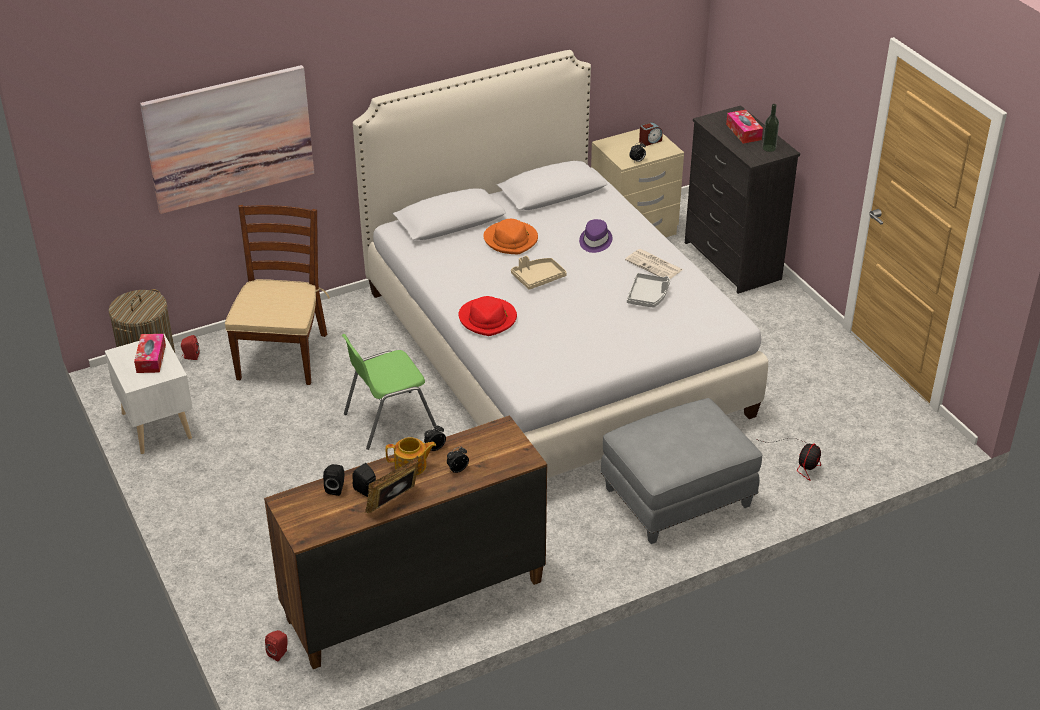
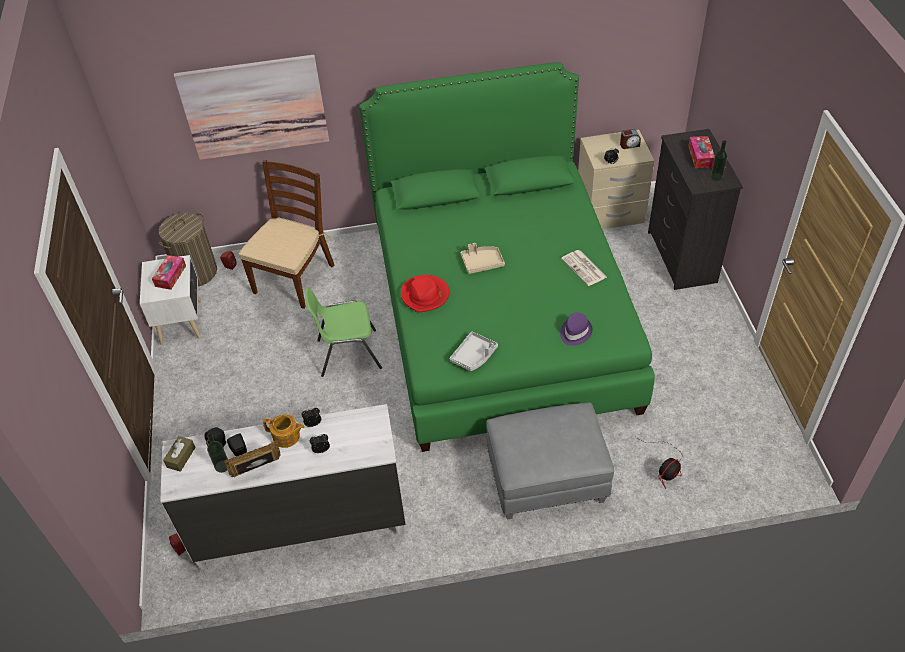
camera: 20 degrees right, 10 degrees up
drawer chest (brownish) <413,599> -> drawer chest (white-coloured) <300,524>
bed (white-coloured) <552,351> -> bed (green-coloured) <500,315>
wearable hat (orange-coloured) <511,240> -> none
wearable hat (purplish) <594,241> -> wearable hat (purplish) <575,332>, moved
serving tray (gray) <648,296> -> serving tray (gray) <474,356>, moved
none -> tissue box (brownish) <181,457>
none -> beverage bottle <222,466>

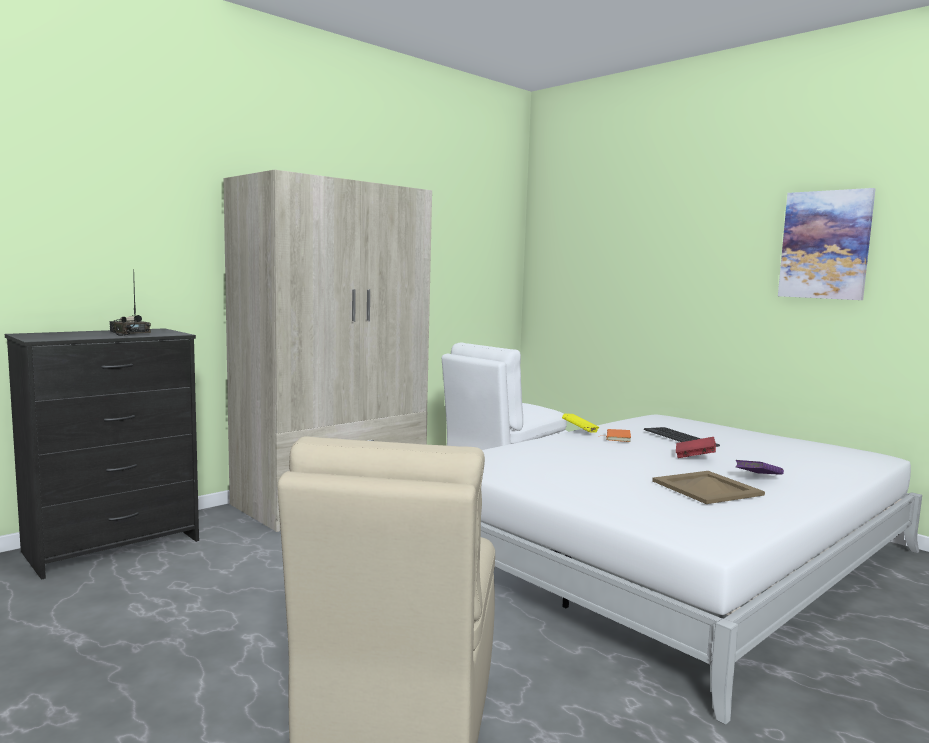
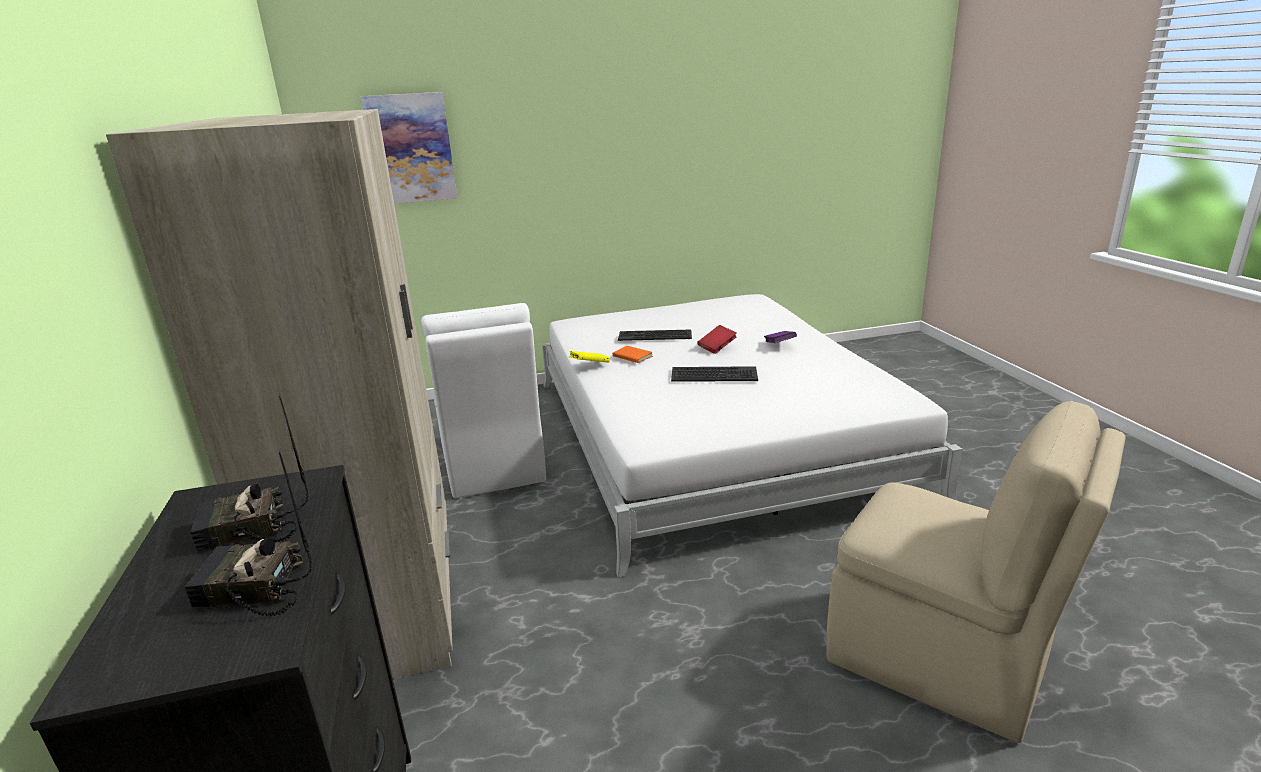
camera: 60 degrees left, 15 degrees up
serving tray (sand-coloured) <707,488> -> none
wall art <825,245> -> wall art <411,148>, moved
none -> radio <251,590>
none -> PC keyboard <714,375>

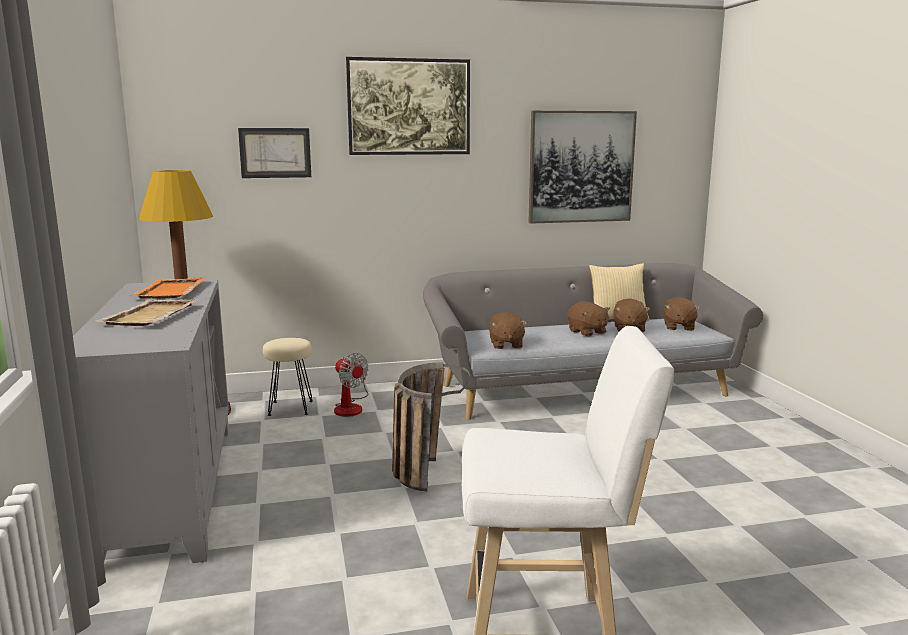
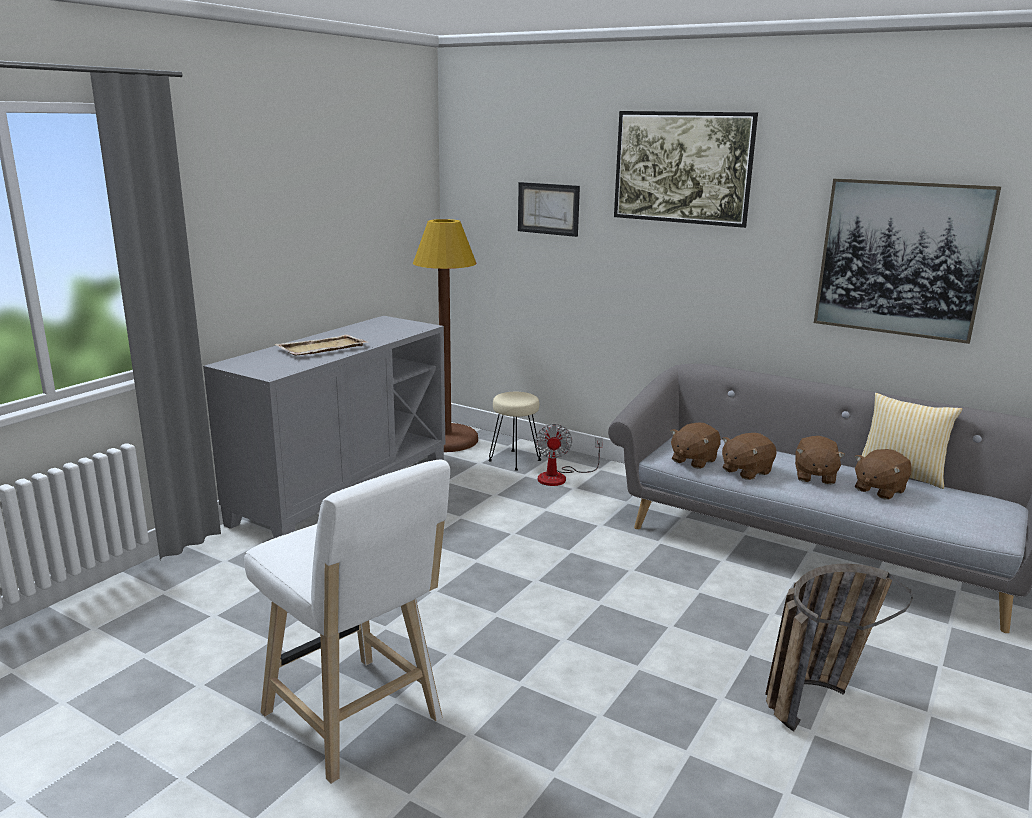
camera: 45 degrees right, 5 degrees up
serving tray (orange-coloured) <170,291> -> none
basket <422,468> -> basket <817,696>, moved
soft toy (brownish) <678,327> -> soft toy (brownish) <745,471>, moved

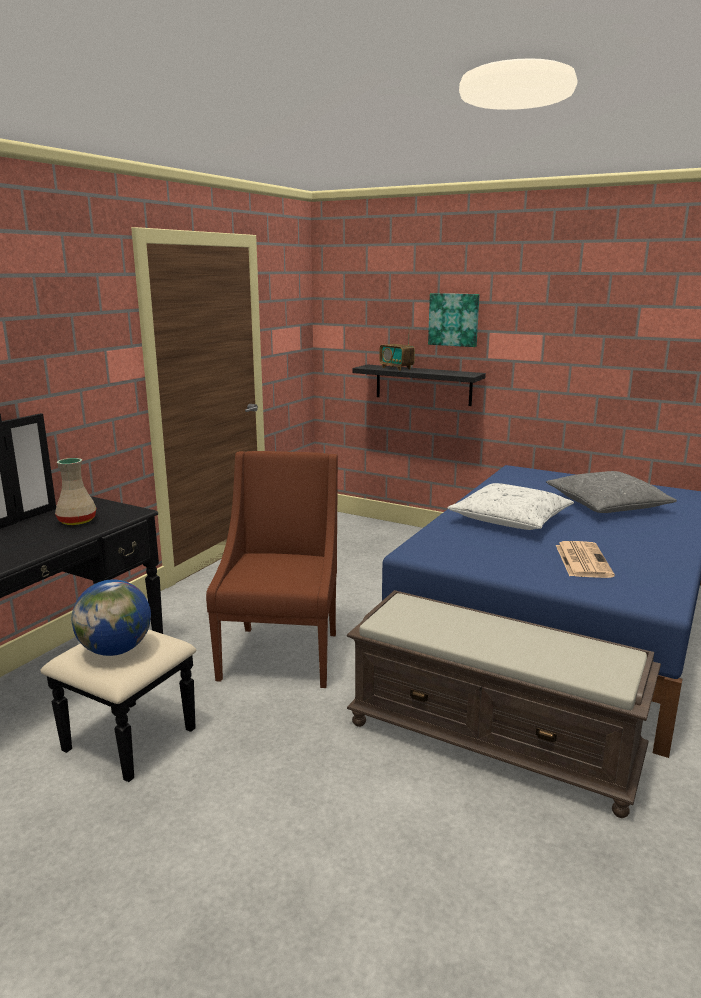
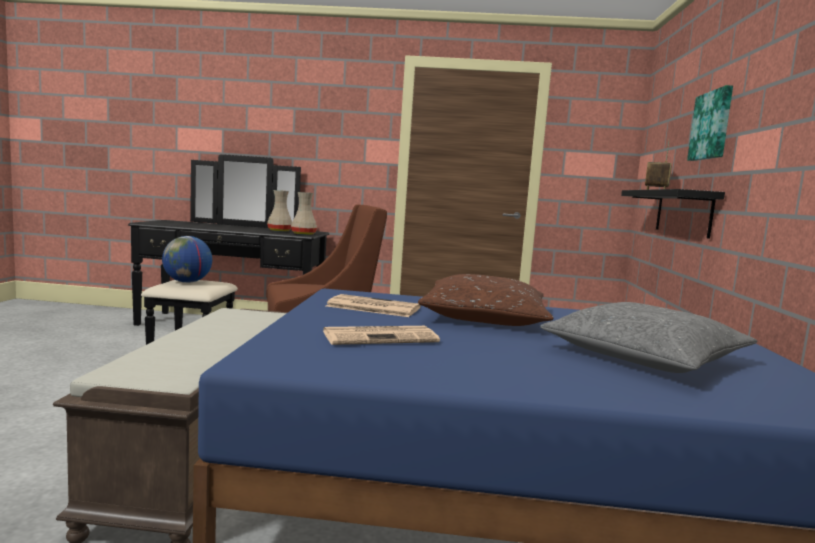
camera: 65 degrees right, 10 degrees down
cushion (white-coloured) <510,519> -> cushion (brownish) <484,317>
none -> flower vase (sand-coloured) <304,234>
none -> daily paper <372,307>

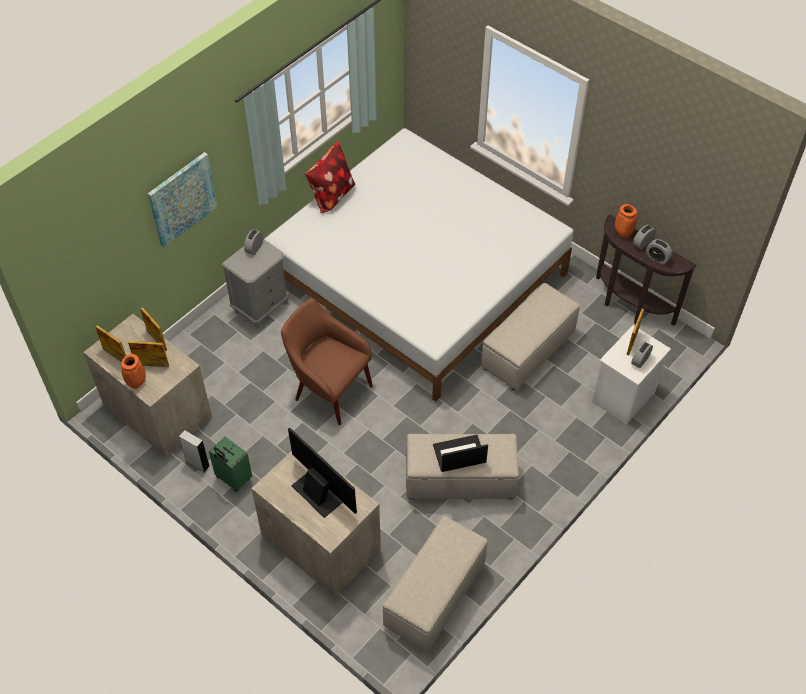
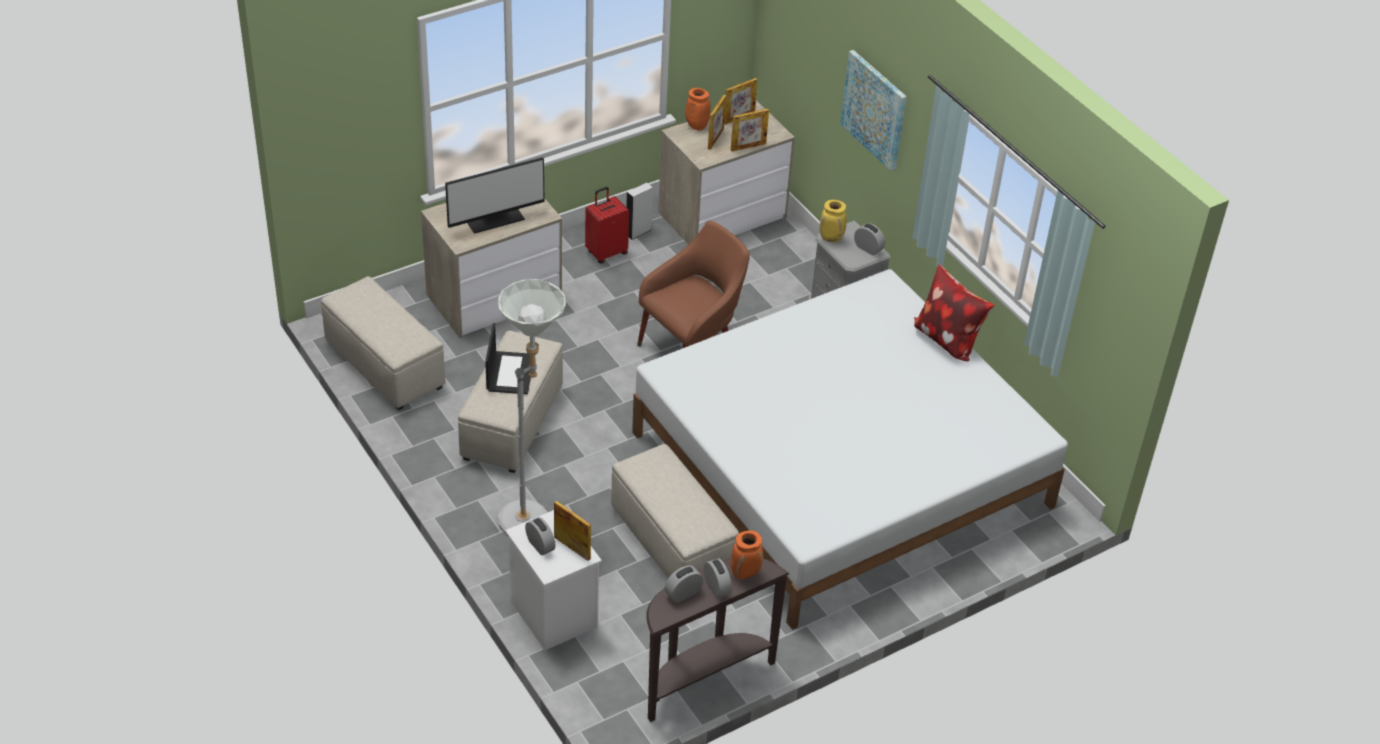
camera: 105 degrees right, 10 degrees down
piece of luggage (green-coloured) <233,479> -> piece of luggage (red-coloured) <606,252>
none -> standing lamp (gray) <531,514>
none -> flower vase (yellowish) <831,238>

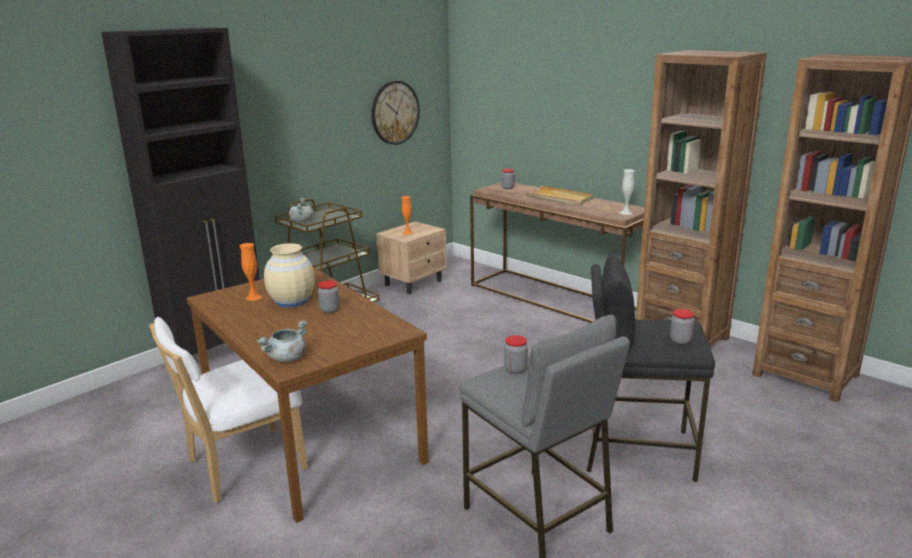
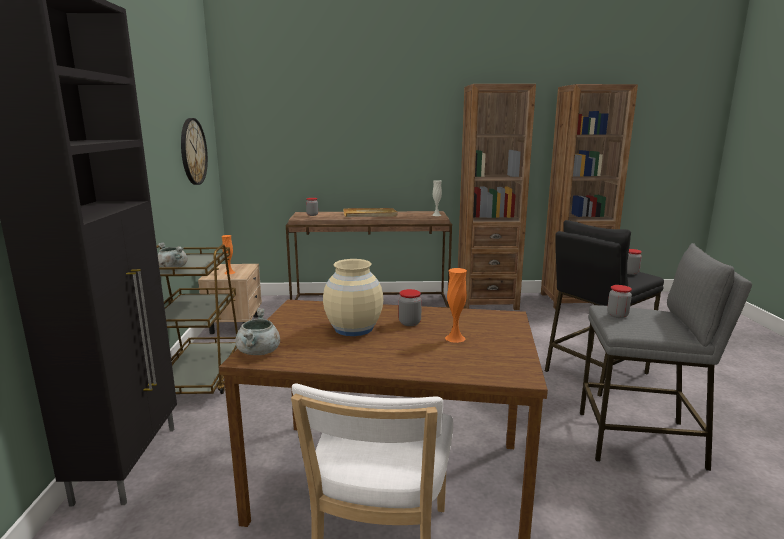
camera: 45 degrees left, 5 degrees down
flower vase (orange-coloured) <253,297> -> flower vase (orange-coloured) <455,338>, moved
cooking pot (gray) <287,358> -> cooking pot (gray) <259,352>, moved

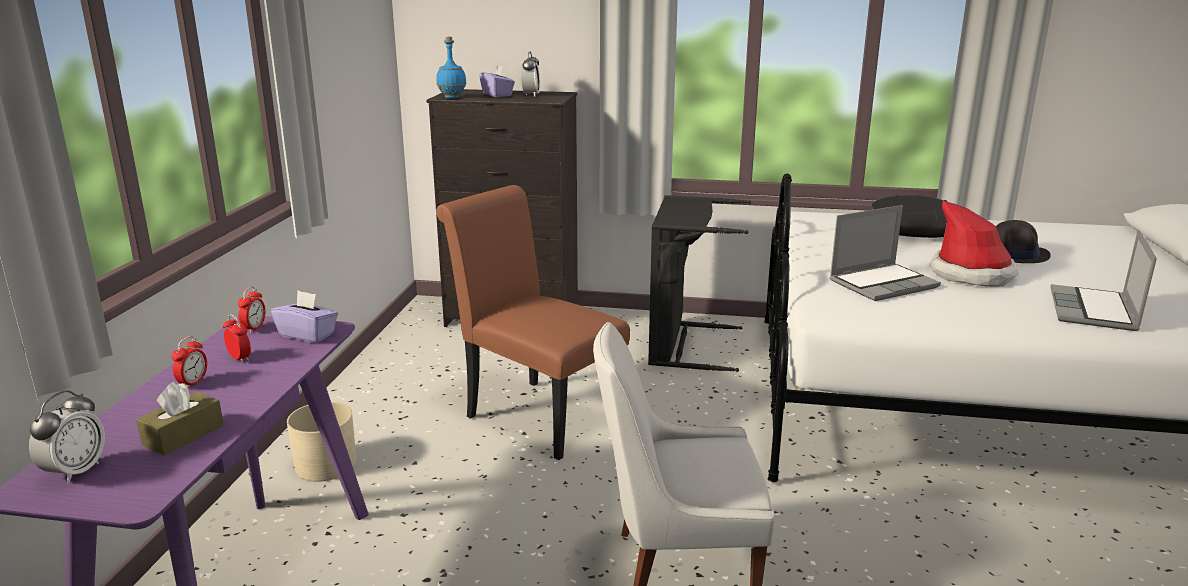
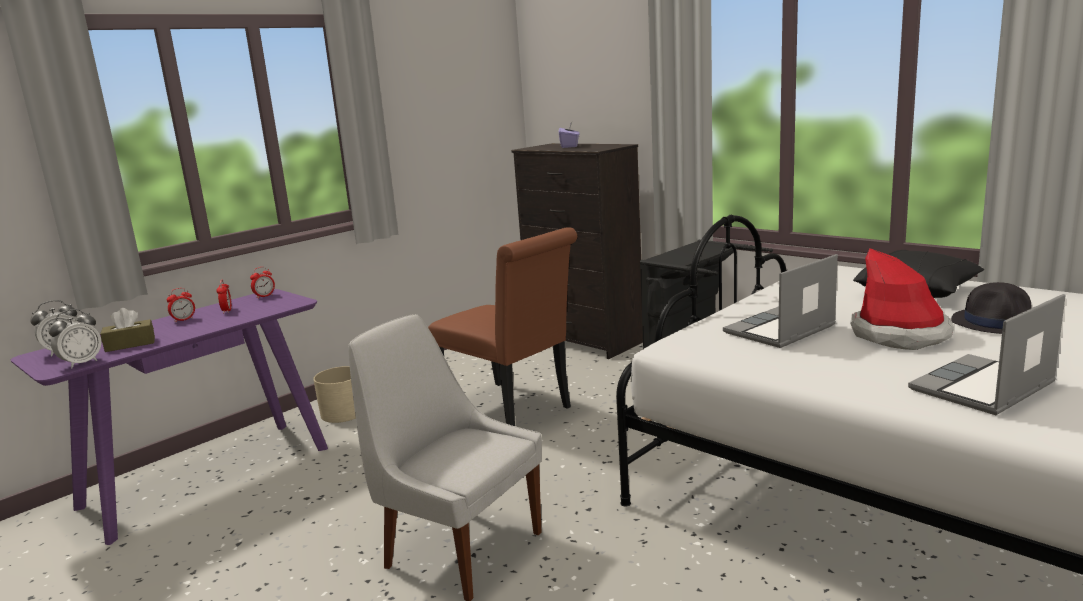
camera: 35 degrees right, 5 degrees down
tissue box (purplish) <307,334> -> none
beverage bottle (bluish) <452,97> -> none
upright chair (brownish) <536,415> -> upright chair (brownish) <511,411>, 150 degrees clockwise
bedside clock <531,95> -> bedside clock <81,363>, moved
notebook computer <883,283> -> notebook computer <780,330>, 135 degrees clockwise

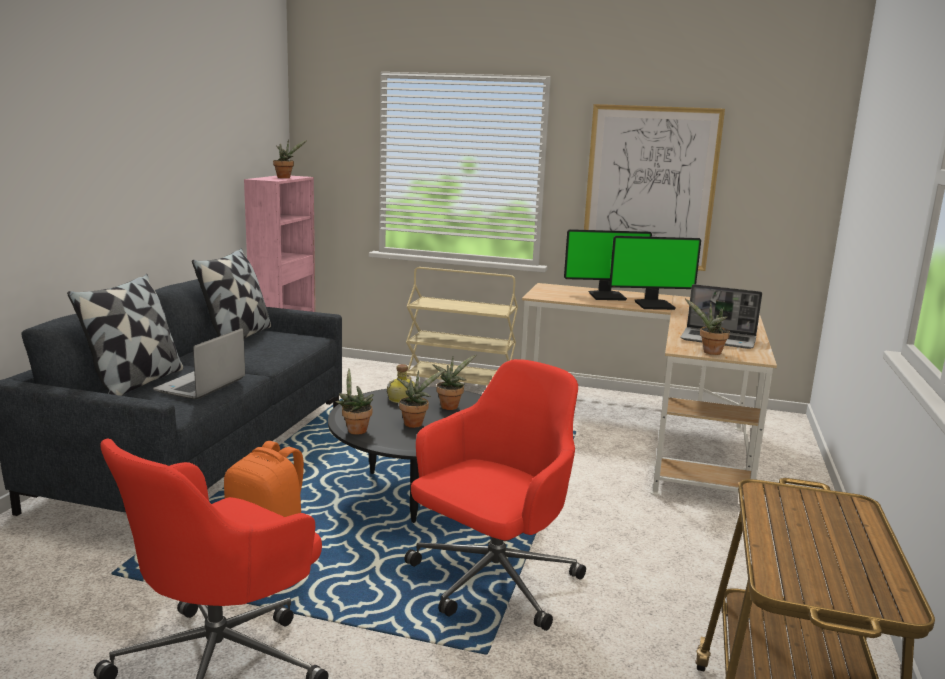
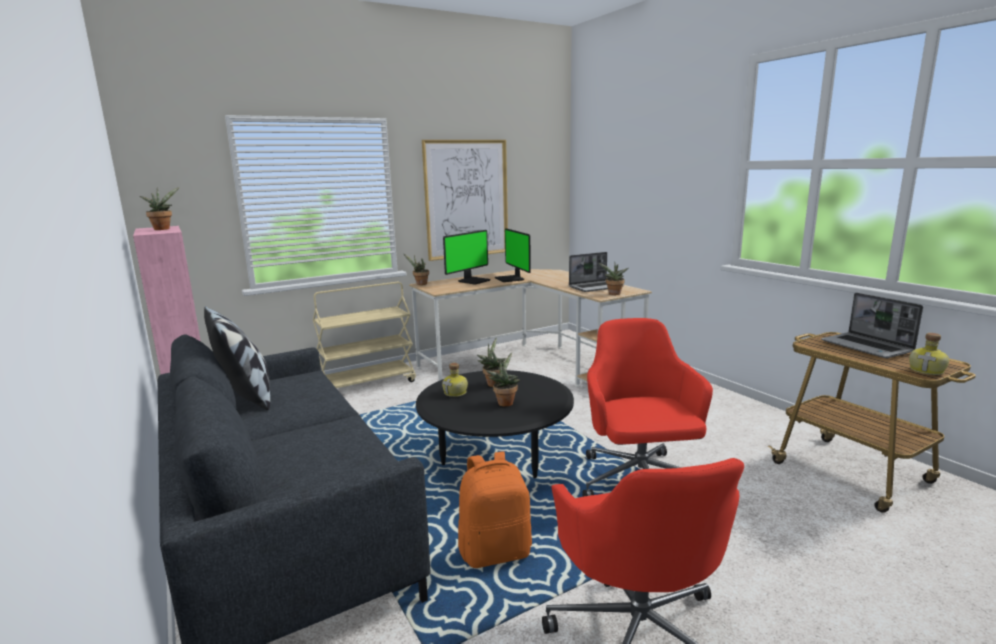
camera: 45 degrees left, 0 degrees up
cushion <136,383> -> none
notebook computer <201,386> -> notebook computer <867,347>, moved
houseplant <355,430> -> houseplant <420,284>, moved
computer display <654,305> -> computer display <511,279>, 120 degrees clockwise
none -> beverage bottle <927,370>

